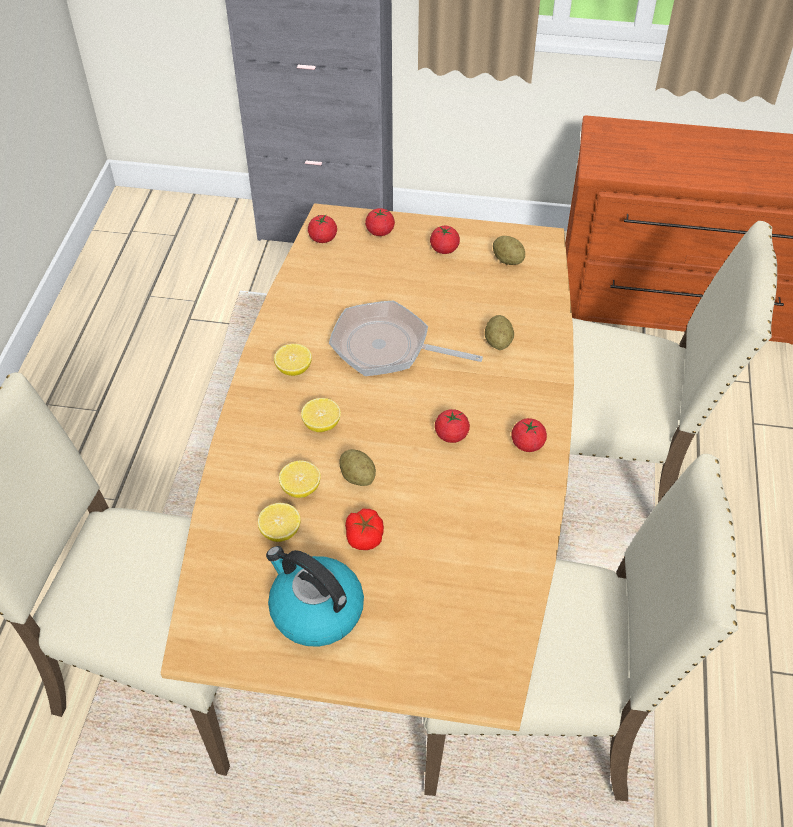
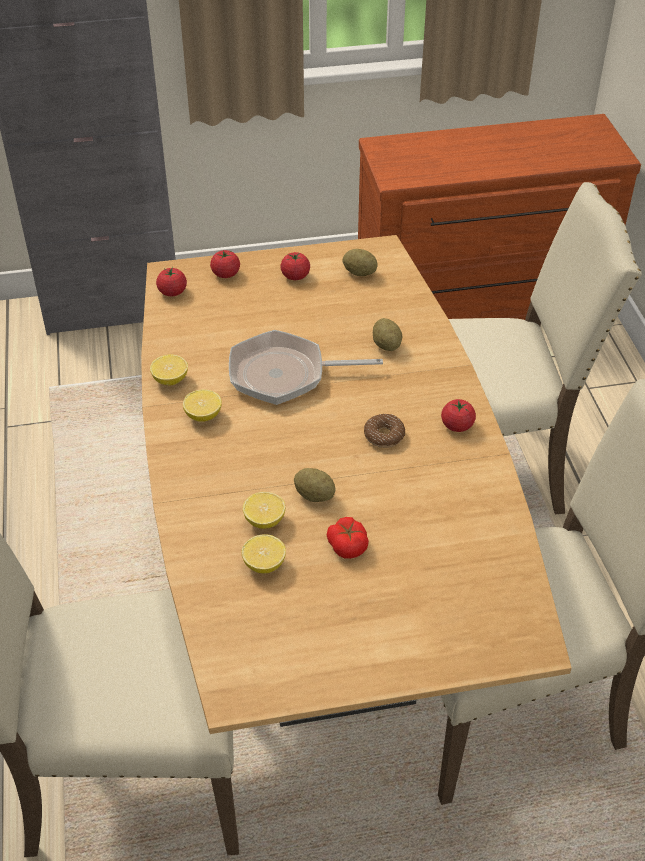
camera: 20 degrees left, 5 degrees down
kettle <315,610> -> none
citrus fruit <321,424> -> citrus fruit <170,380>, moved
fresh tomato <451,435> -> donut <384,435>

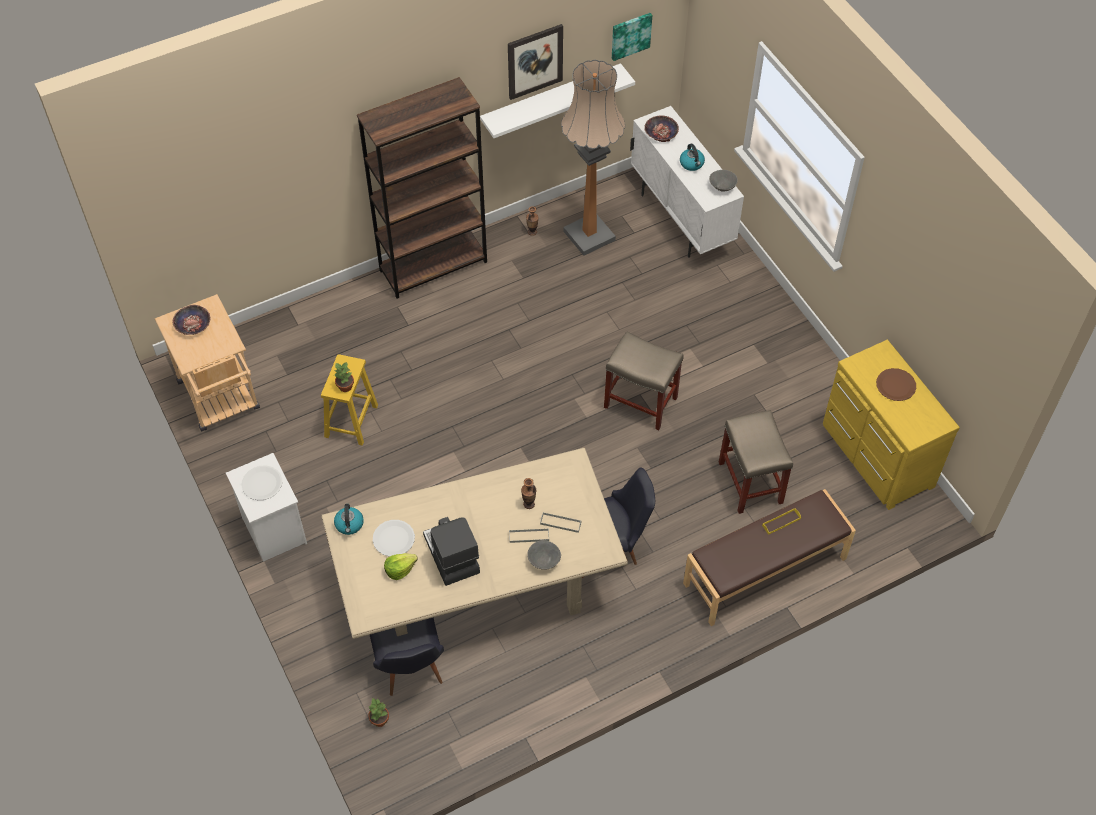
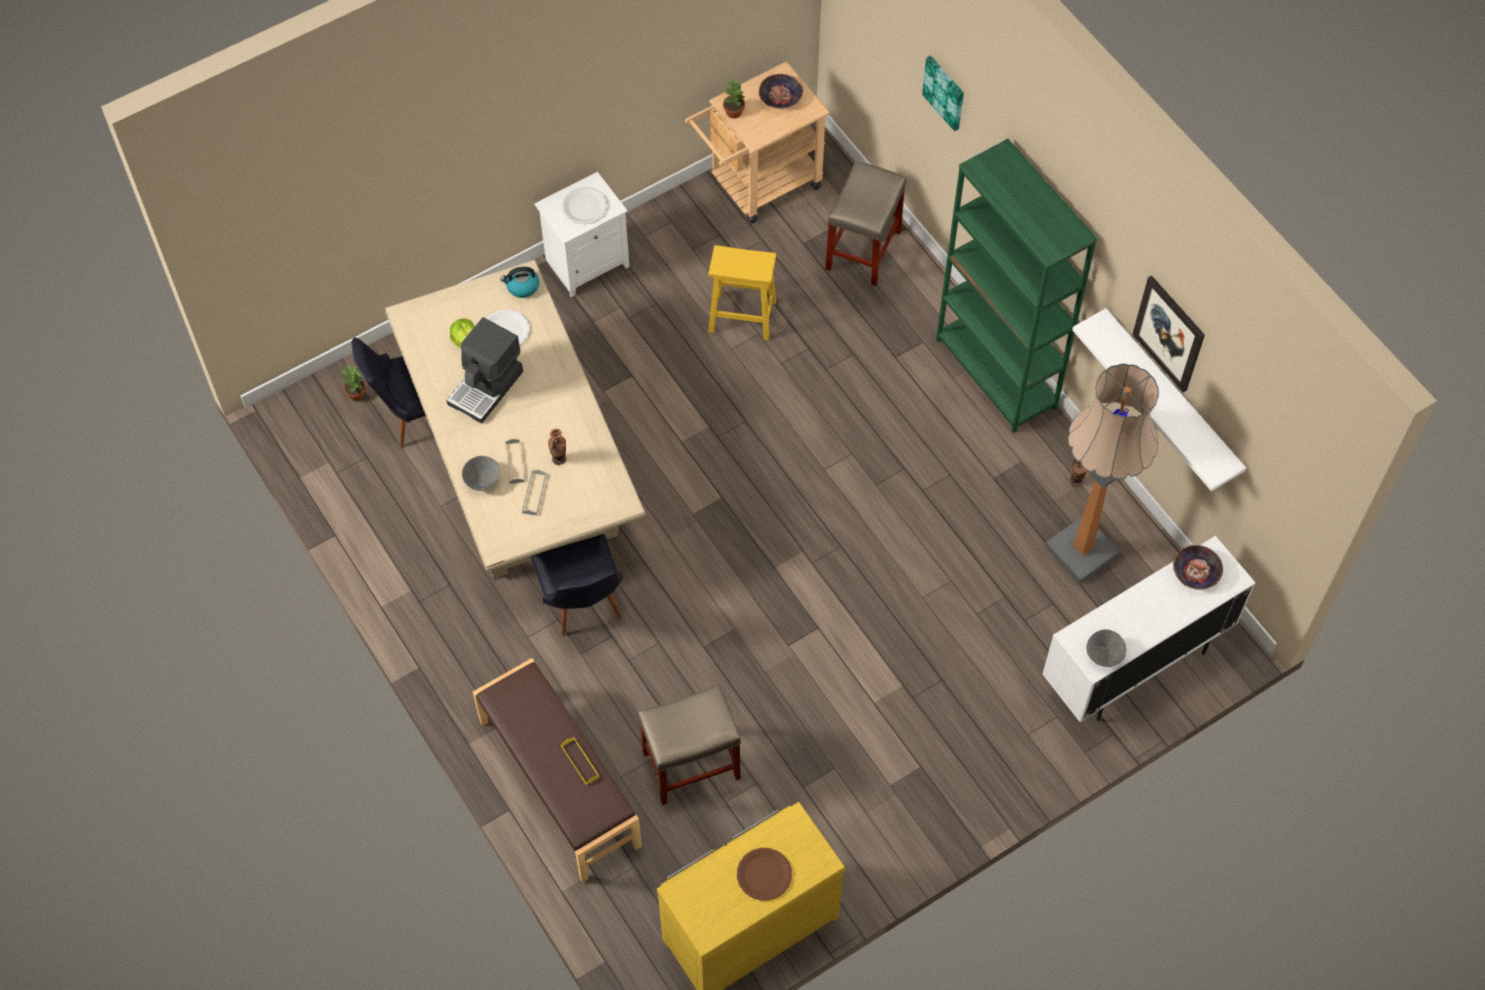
camera: 85 degrees right, 5 degrees up
houseplant <345,386> -> houseplant <733,112>, moved
bookshelf (brownish) <433,266> -> bookshelf (green-coloured) <996,373>
coffee machine <450,555> -> coffee machine <487,387>, 150 degrees clockwise
stool seat (sand-coloured) <641,402> -> stool seat (sand-coloured) <863,251>, moved
wall art <630,35> -> wall art <945,92>, moved
kettle <692,164> -> none

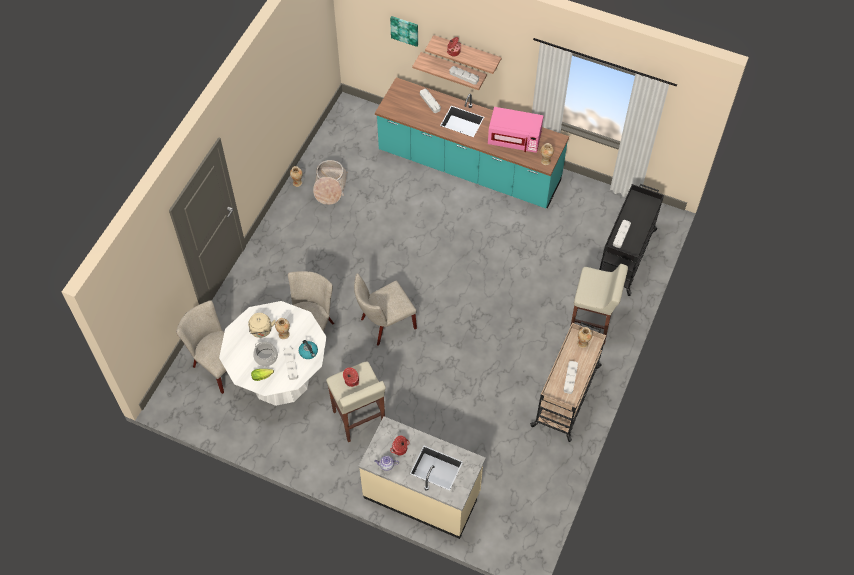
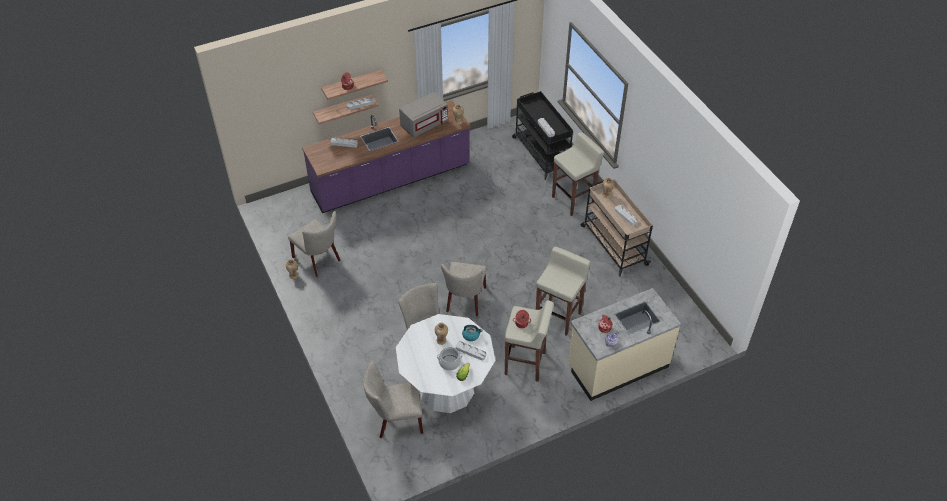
camera: 50 degrees left, 10 degrees down
kettle (sand-coloured) <261,331> -> none
basket <330,187> -> upright chair (sand-coloured) <319,260>
counter (turquoise-coloured) <469,167> -> counter (purplish) <391,180>
wall art <405,30> -> none
kitchen microwave (pink-coloured) <514,139> -> kitchen microwave (gray) <424,124>
none -> stool seat (sand-coloured) <558,316>

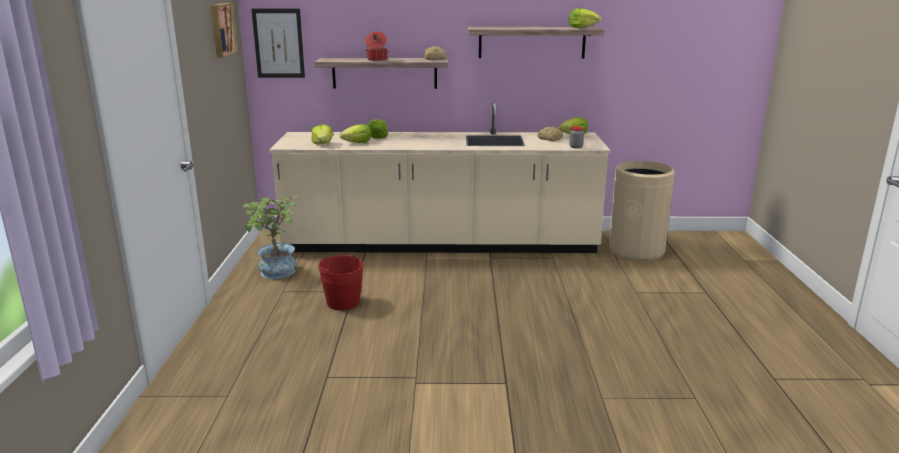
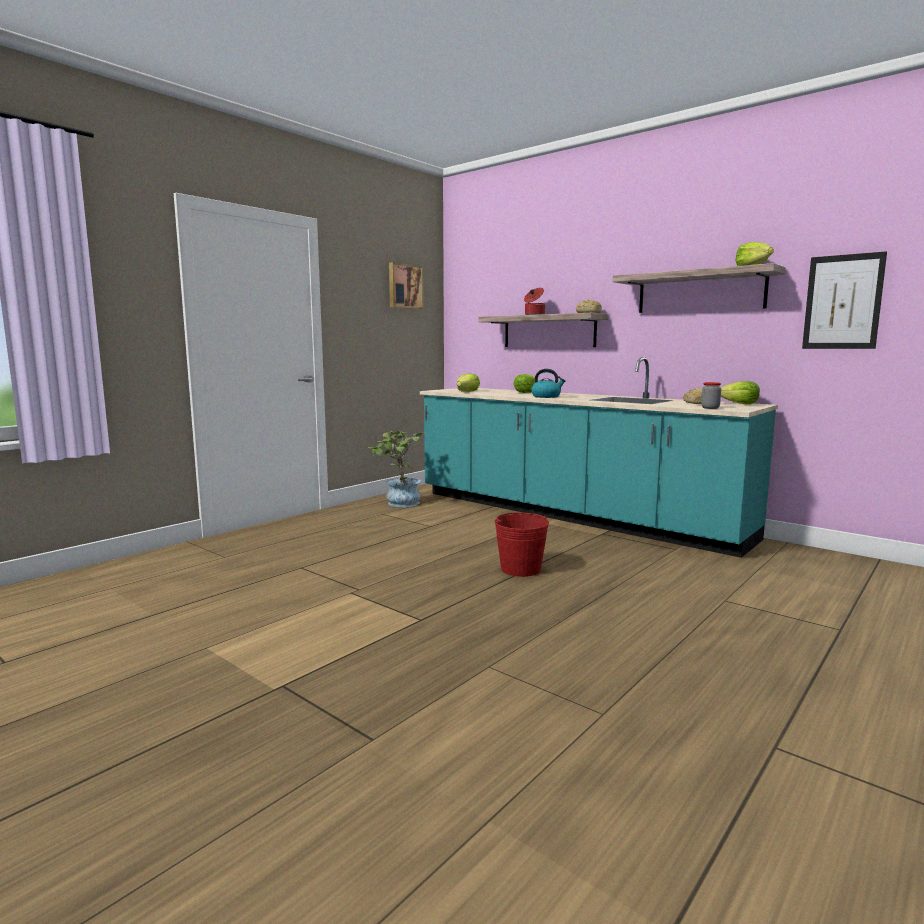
camera: 40 degrees right, 10 degrees down
wall art <278,43> -> wall art <842,302>, moved
counter (sand-coloured) <440,244> -> counter (turquoise-coloured) <571,515>
bucket (red-coloured) <343,302> -> bucket (red-coloured) <520,569>, moved
lettuce head <357,143> -> none
rubbish bin (sand-coloured) <636,251> -> none
none -> kettle <546,396>

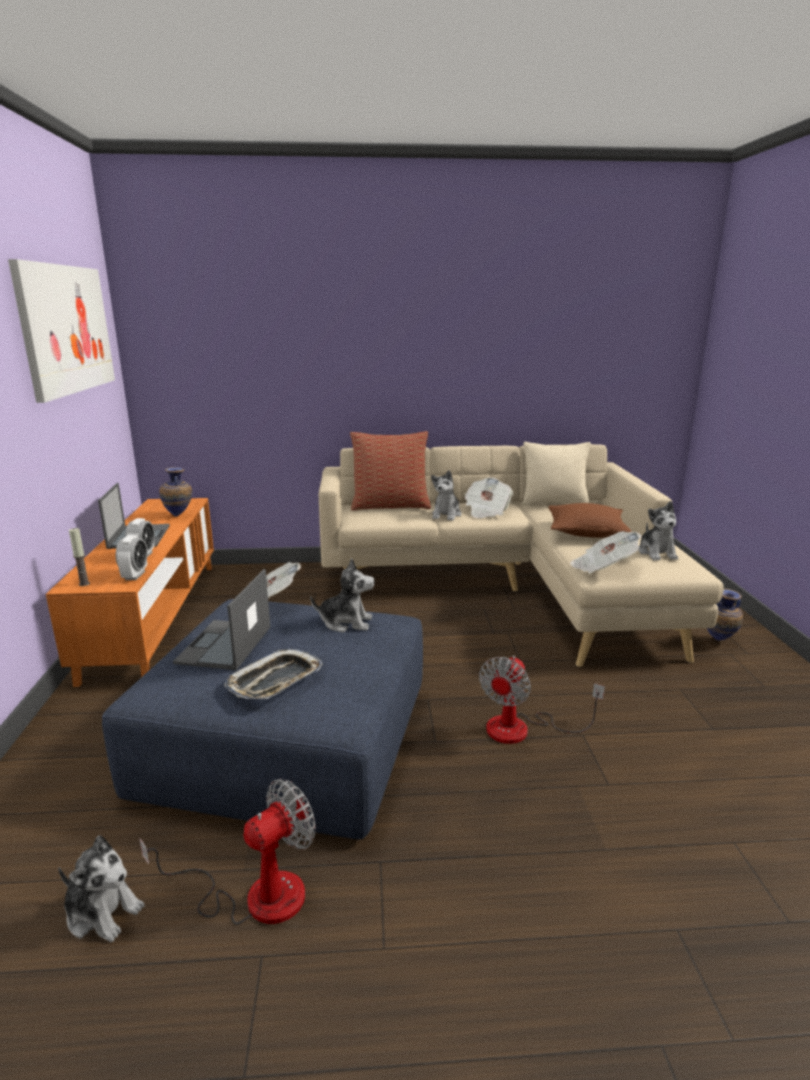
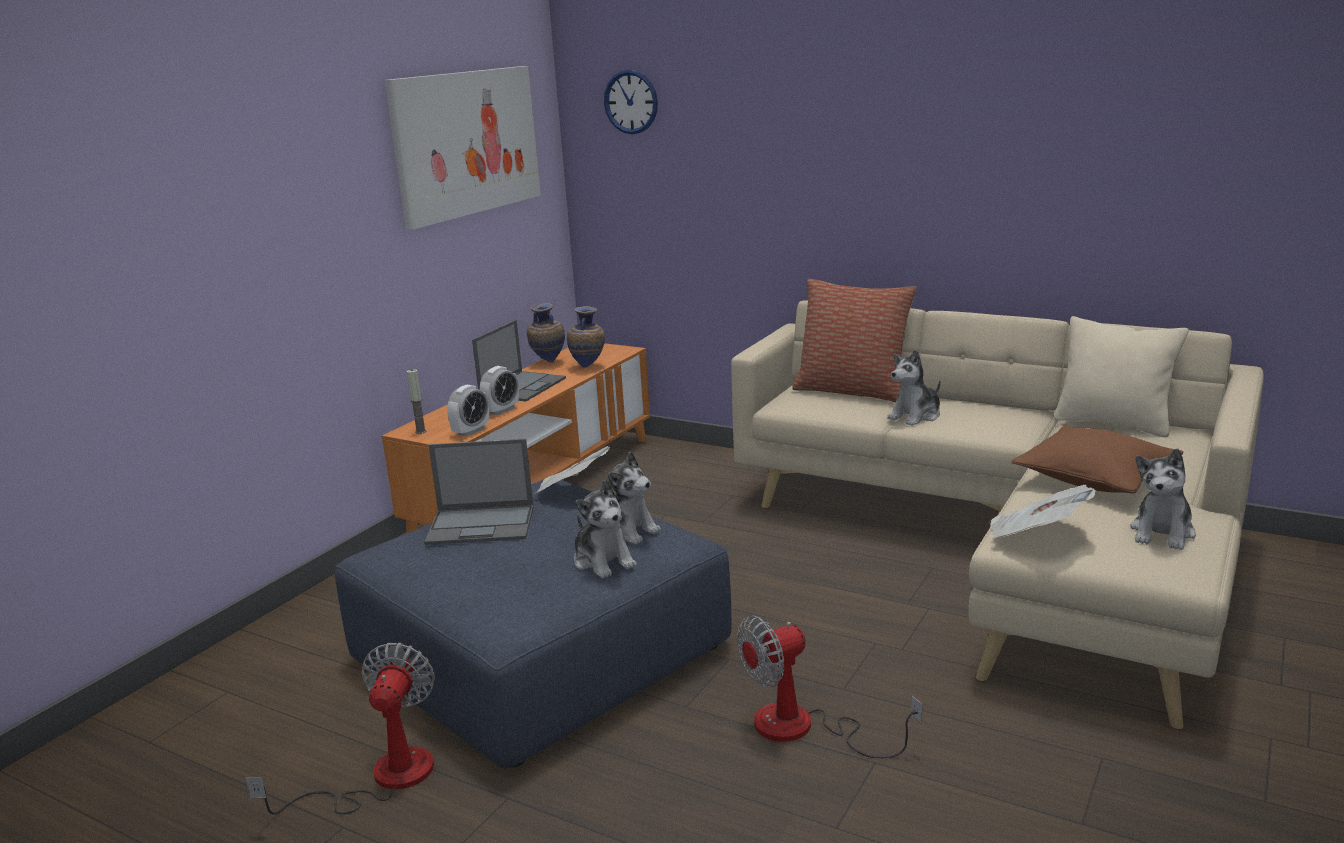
camera: 35 degrees right, 0 degrees up
soft toy <103,912> -> soft toy <603,561>, moved
fan <255,895> -> fan <381,779>, 75 degrees counterclockwise
notebook computer <224,645> -> notebook computer <482,525>, 135 degrees counterclockwise
serving tray <275,681> -> none
daily paper <486,511> -> none
flower vase <718,641> -> flower vase <548,363>, moved
none -> clock on the wall <631,102>

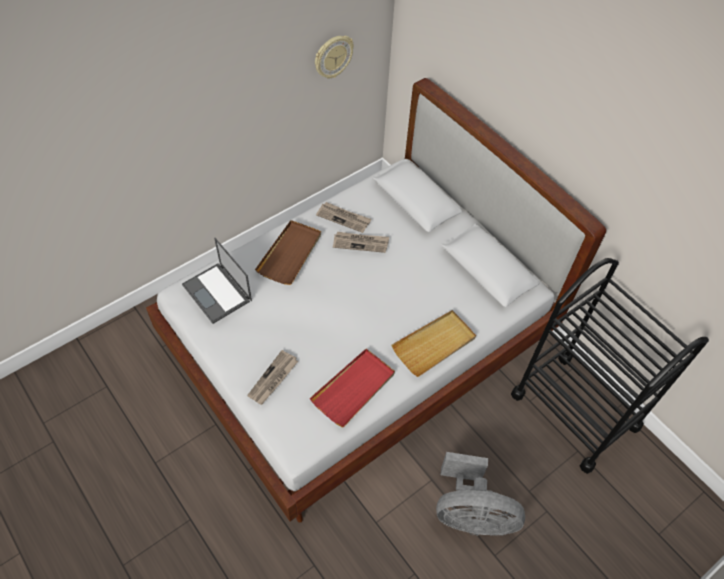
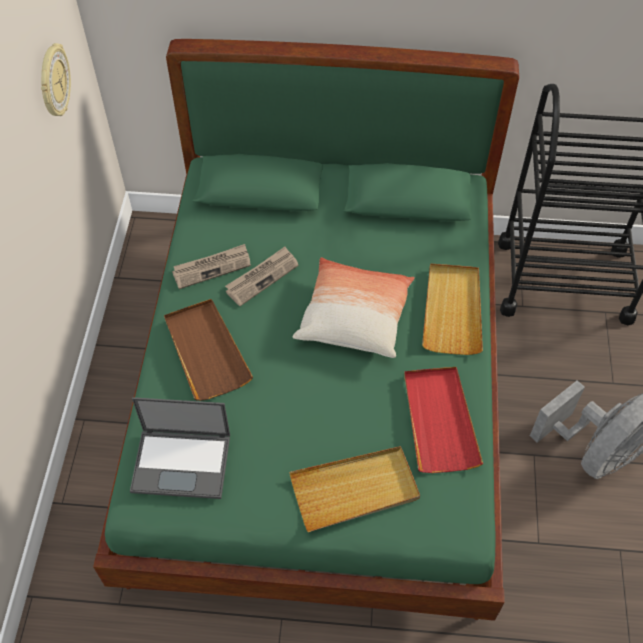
camera: 45 degrees left, 0 degrees up
bed (white-coloured) <359,344> -> bed (green-coloured) <322,397>
daily paper <273,379> -> serving tray (sand-coloured) <355,490>
none -> cushion <354,317>

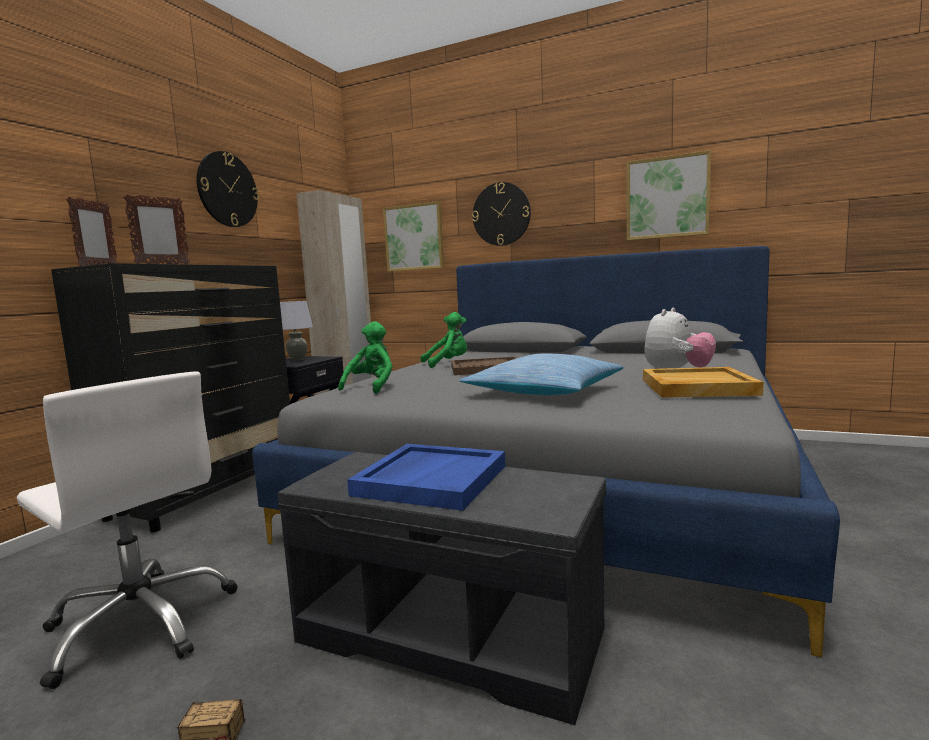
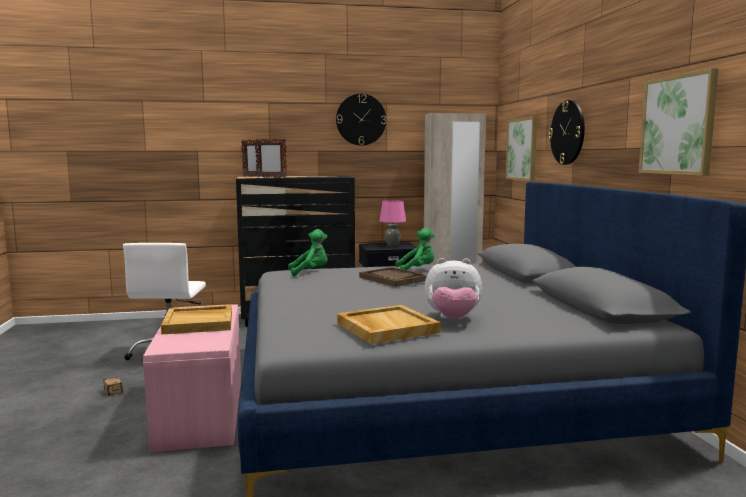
camera: 55 degrees right, 0 degrees up
indoor bench (gray) <452,634> -> indoor bench (pink-coloured) <203,411>
table lamp (gray) <298,359> -> table lamp (pink-coloured) <392,245>
serving tray (bluish) <431,479> -> serving tray (sand-coloured) <199,322>
soft toy (green-coloured) <448,363> -> soft toy (green-coloured) <417,270>, 45 degrees counterclockwise
cushion <543,391> -> none

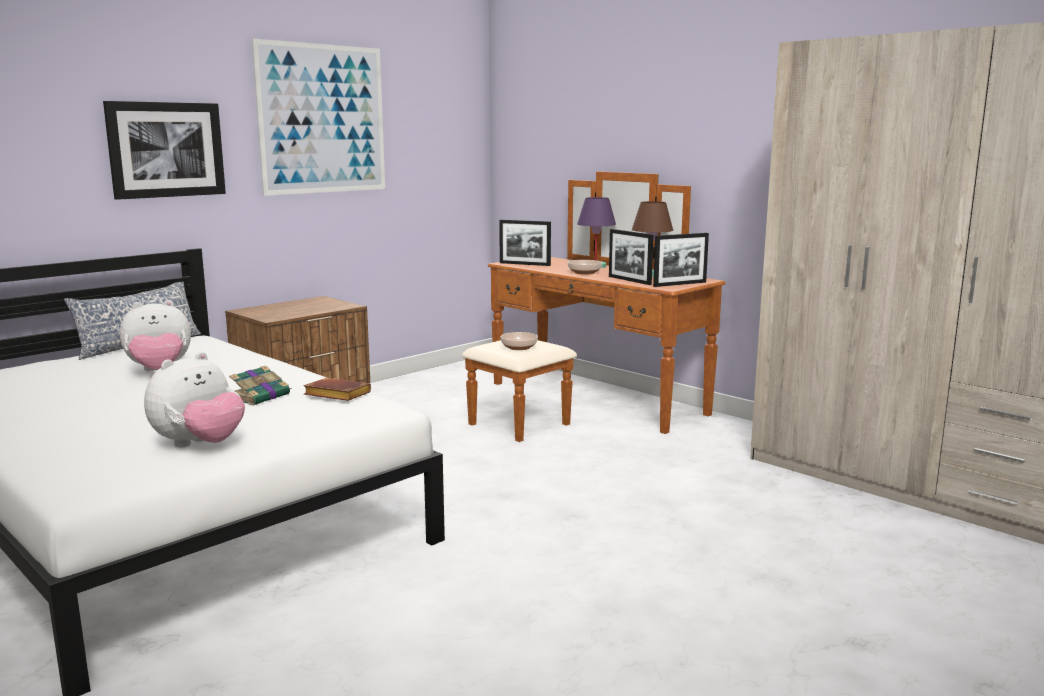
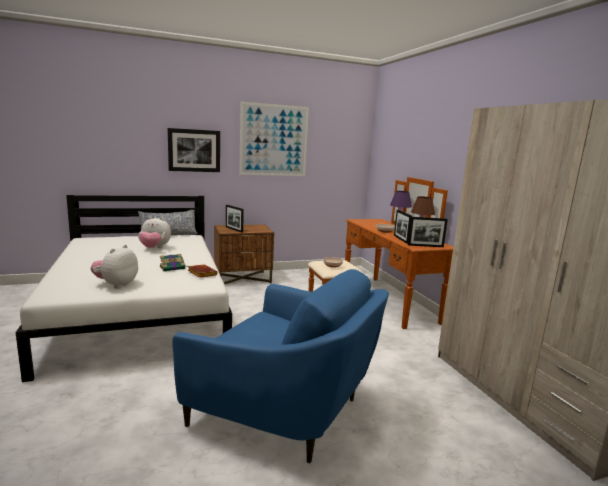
camera: 25 degrees right, 0 degrees up
soft toy <199,445> -> soft toy <116,285>, 135 degrees clockwise
standing frame <524,264> -> standing frame <234,229>, moved
none -> easy chair (bluish) <285,409>

